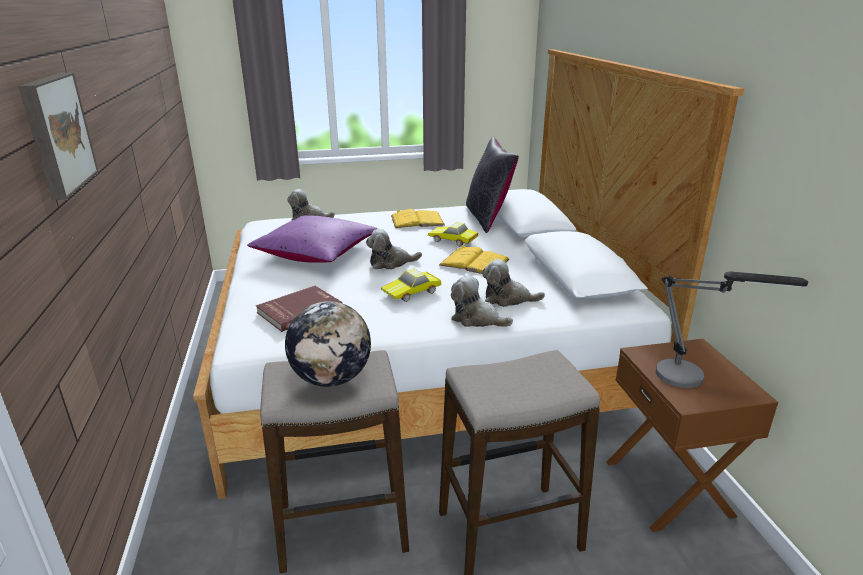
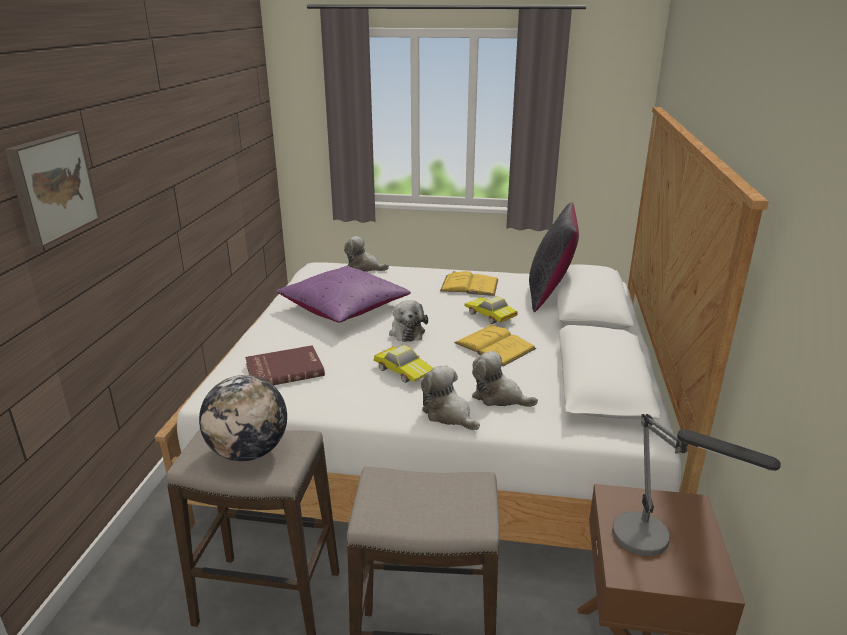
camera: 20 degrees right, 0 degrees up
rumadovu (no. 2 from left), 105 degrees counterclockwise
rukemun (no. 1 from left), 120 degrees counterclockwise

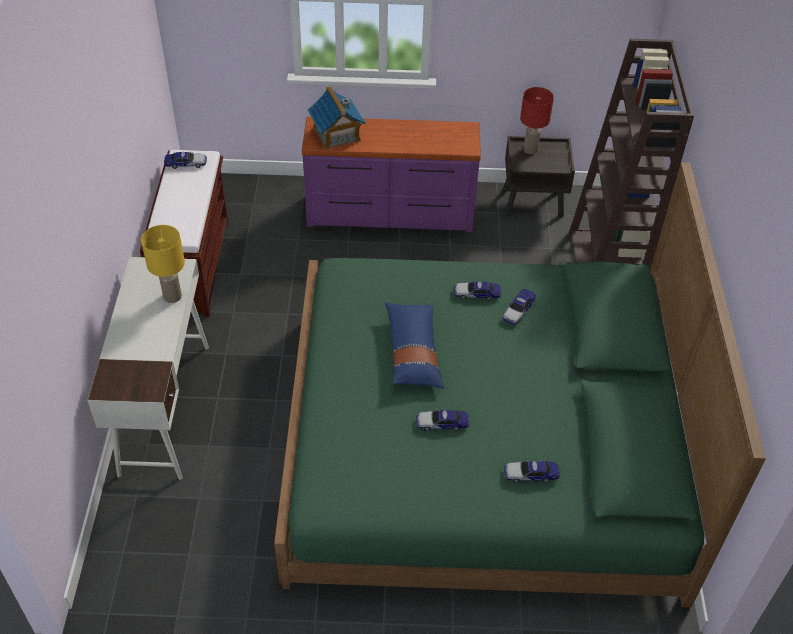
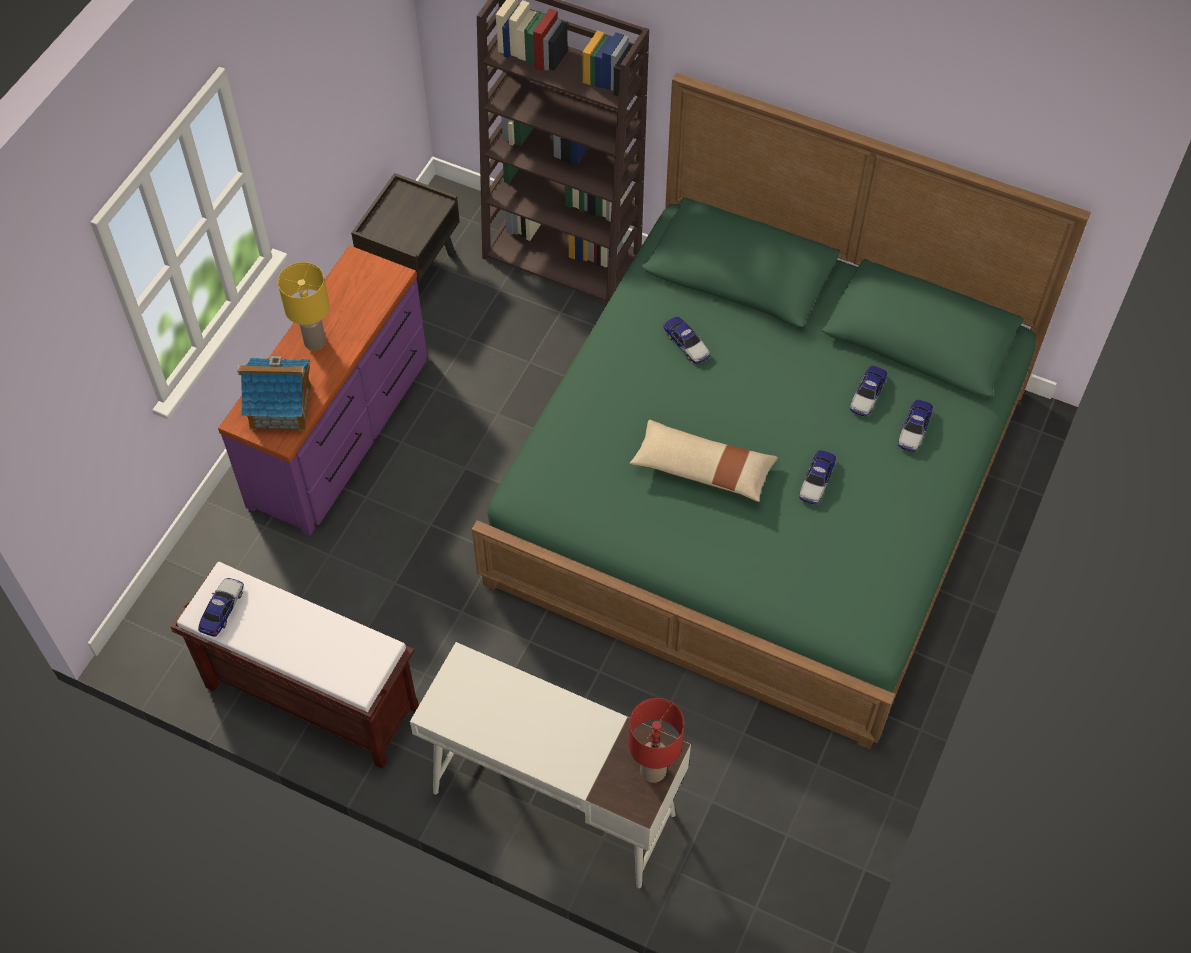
camera: 65 degrees left, 10 degrees up
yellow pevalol, shifted
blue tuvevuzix => beige tuvevuzix
rukemun (no. 3 from left in the first image) => rukemun (no. 4 from left), shifted
red pevalol, shifted

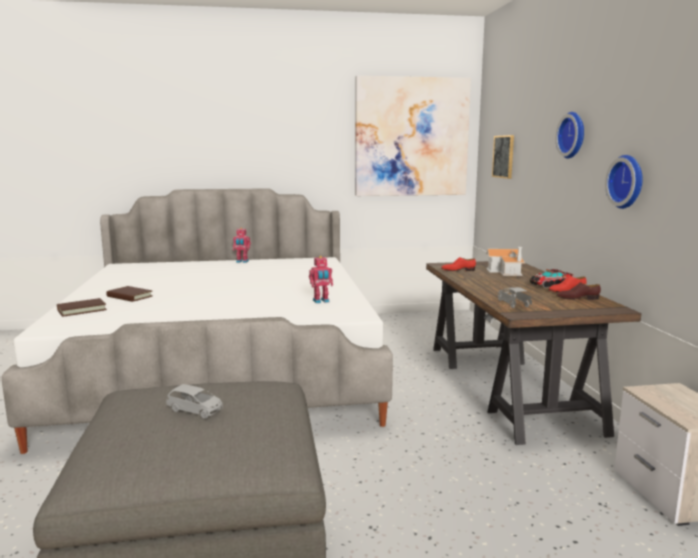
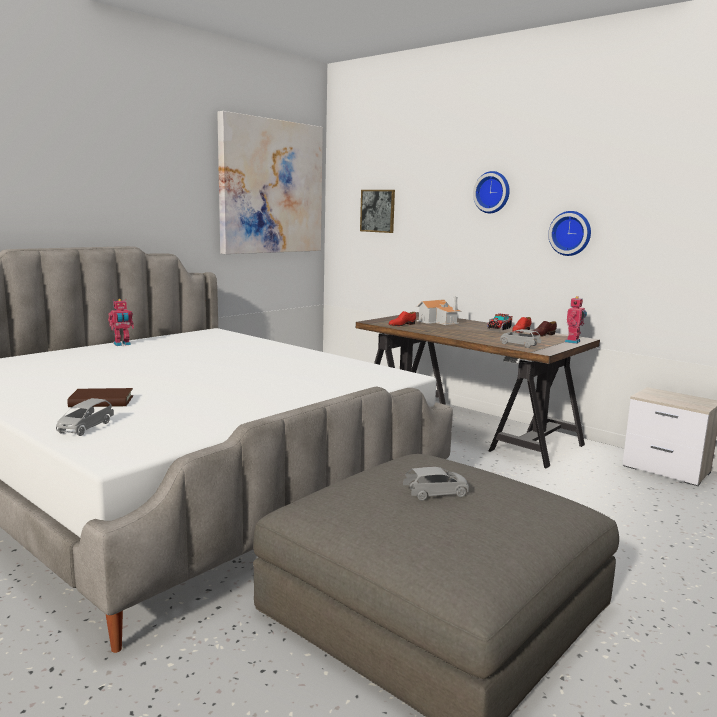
camera: 40 degrees left, 0 degrees up
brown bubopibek (no. 1 from left) => grey rukemun (no. 1 from left)
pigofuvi (no. 2 from left), shifted

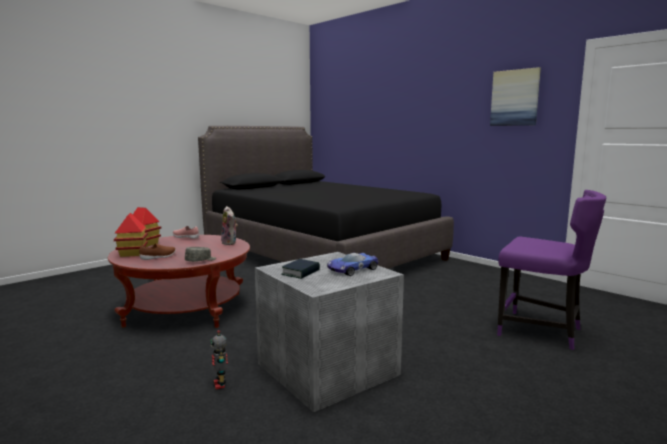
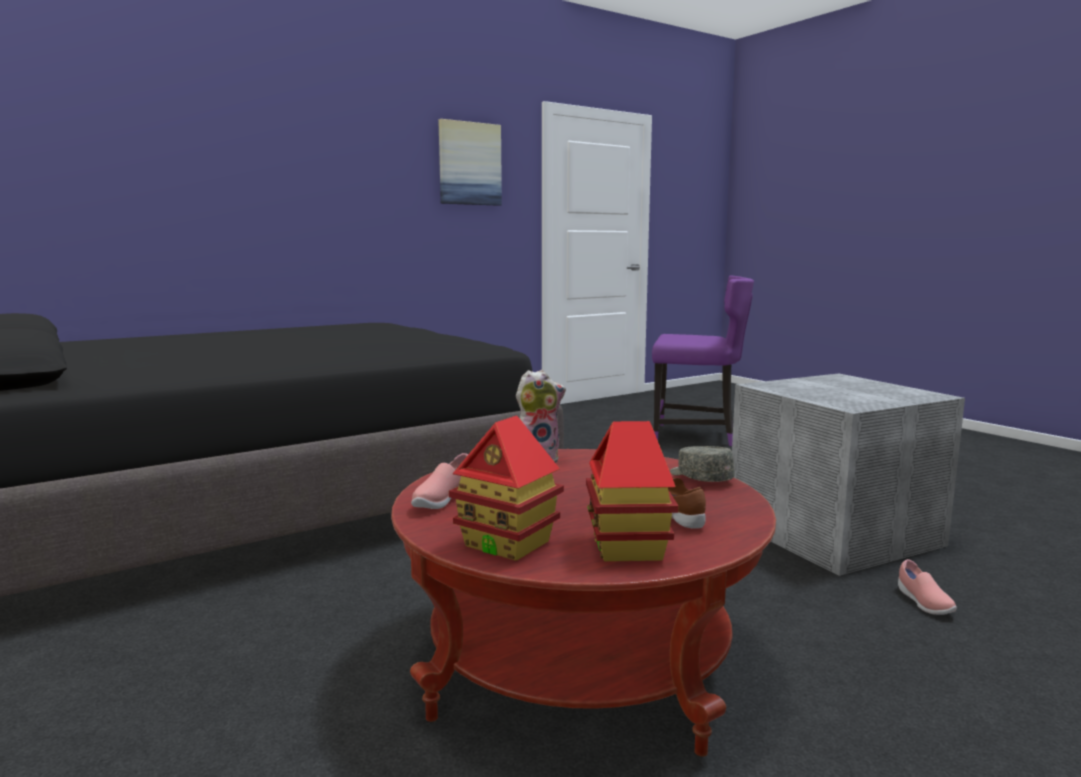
camera: 80 degrees left, 0 degrees up
pigofuvi => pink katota (no. 2 from left)
bubopibek => nothing
rukemun => nothing
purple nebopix, 60 degrees clockwise

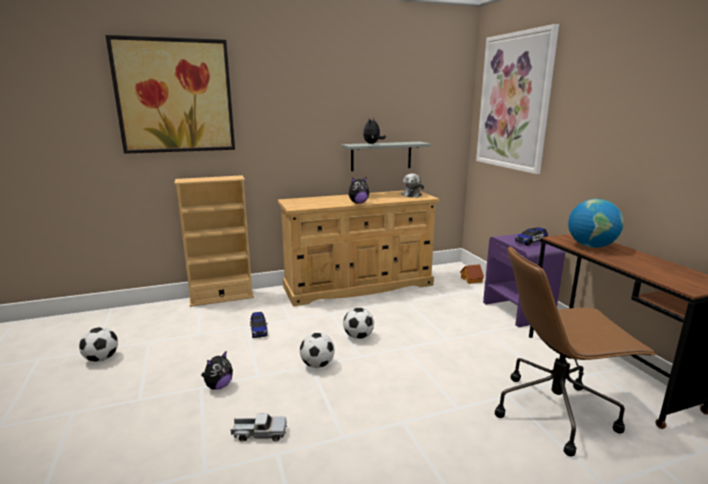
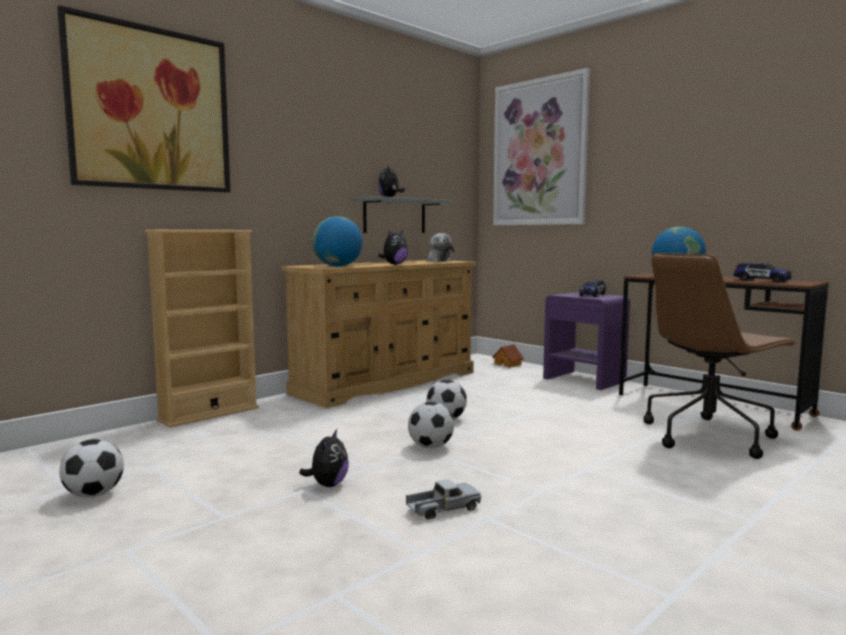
camera: 25 degrees left, 10 degrees down
rukemun (no. 1 from left in the first image) => rukemun (no. 2 from left), shifted
nothing => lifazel (no. 1 from left)

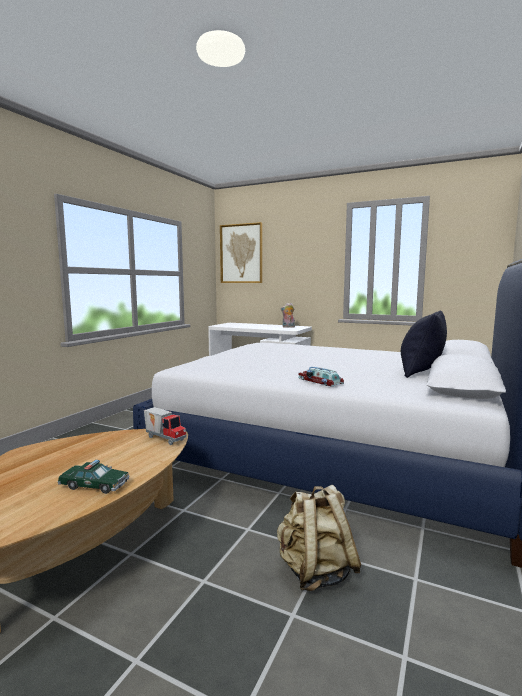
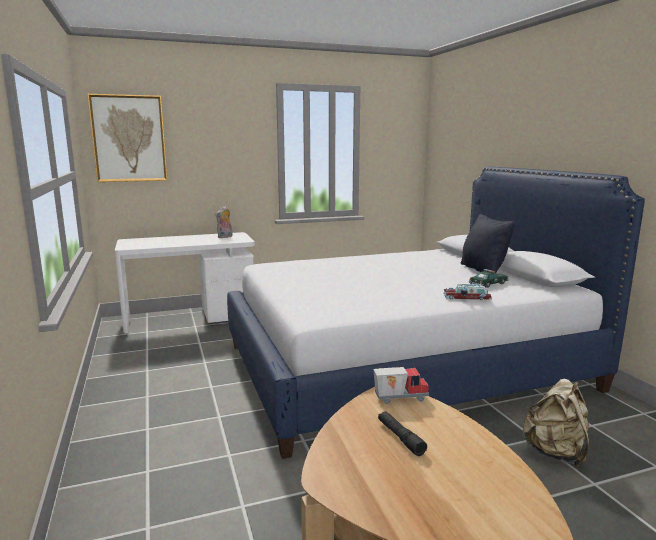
camera: 45 degrees left, 5 degrees up
rukemun (no. 1 from left in the first image) => rukemun (no. 2 from left), shifted
nothing => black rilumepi

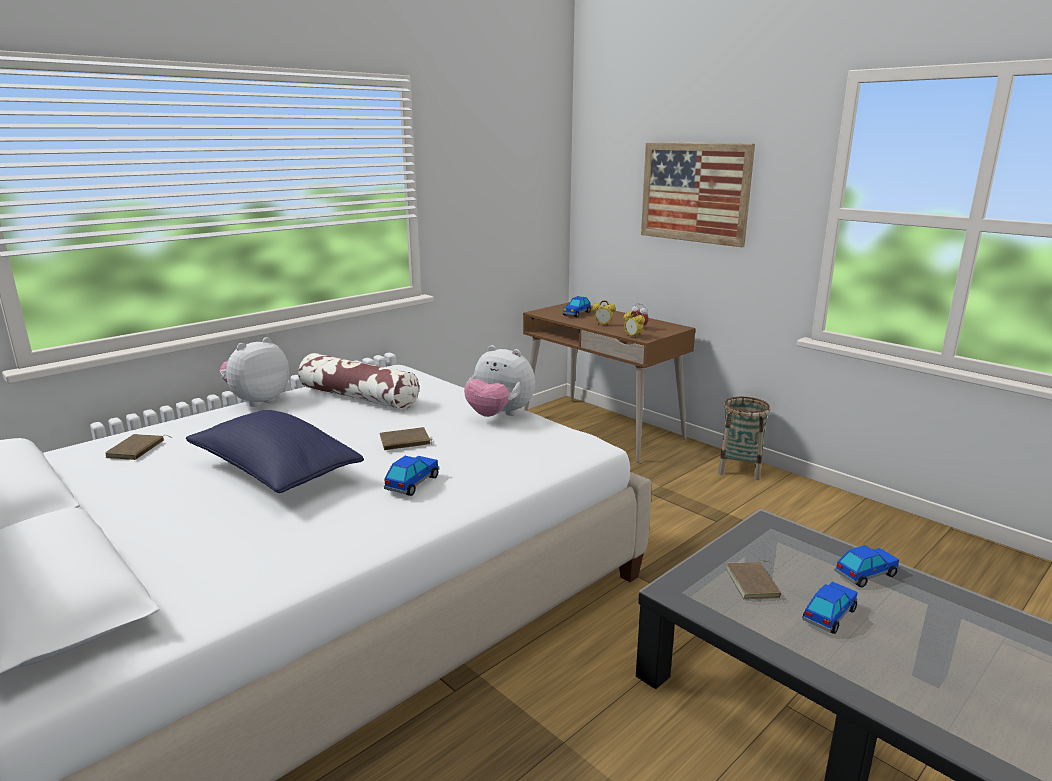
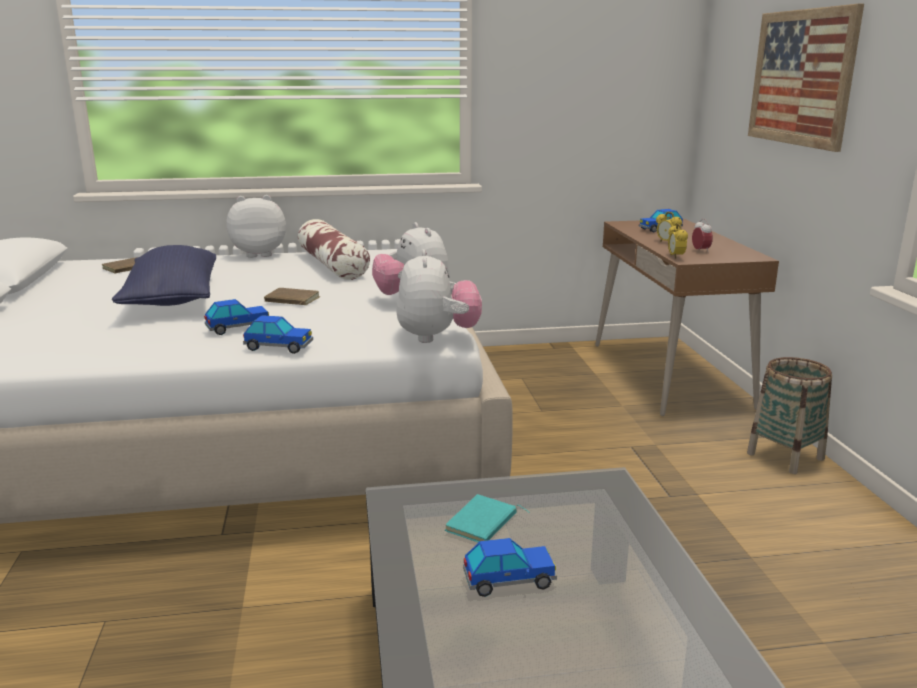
camera: 35 degrees right, 0 degrees up
brown bubopibek (no. 3 from left) => turquoise bubopibek
rukemun (no. 4 from left in the first image) => rukemun (no. 2 from left), shifted
nothing => rumadovu (no. 3 from left)

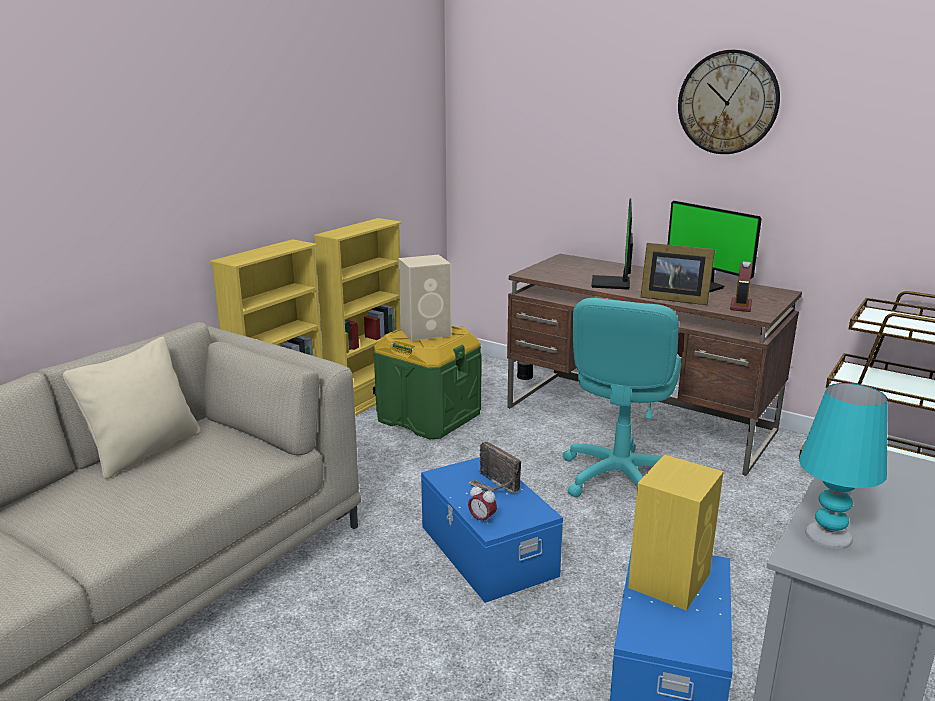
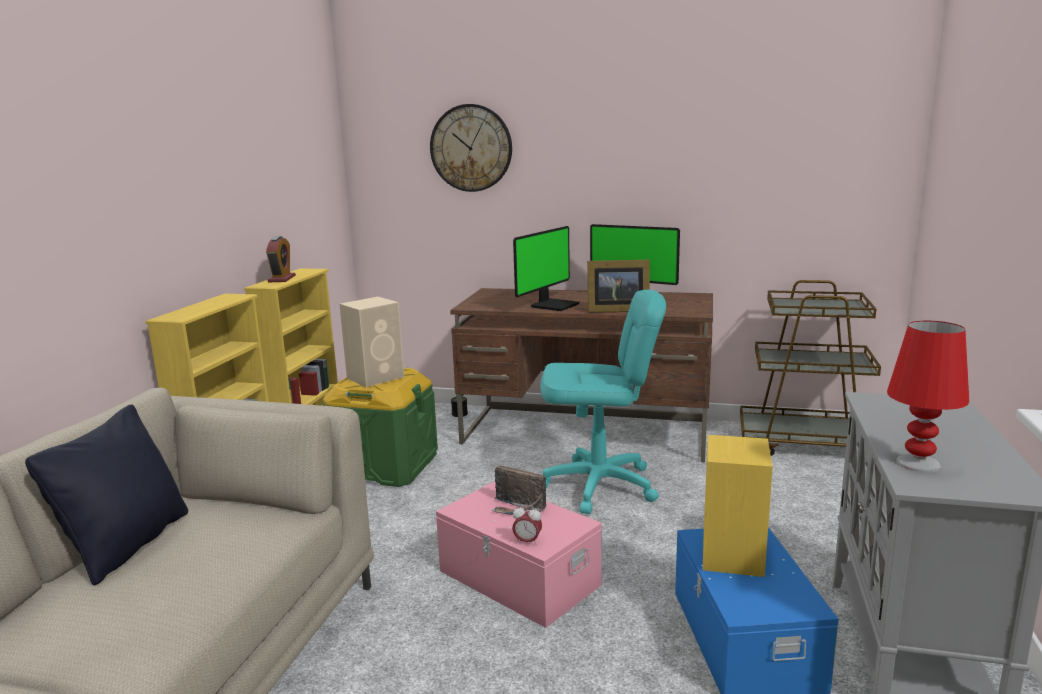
camera: 20 degrees left, 5 degrees down
beige tuvevuzix => black tuvevuzix
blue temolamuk (no. 1 from left) => pink temolamuk
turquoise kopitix, 90 degrees counterclockwise
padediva (no. 1 from left), 135 degrees counterclockwise
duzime, shifted
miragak (no. 2 from left in the first image) => miragak (no. 1 from left), shifted
turquoise pevalol => red pevalol

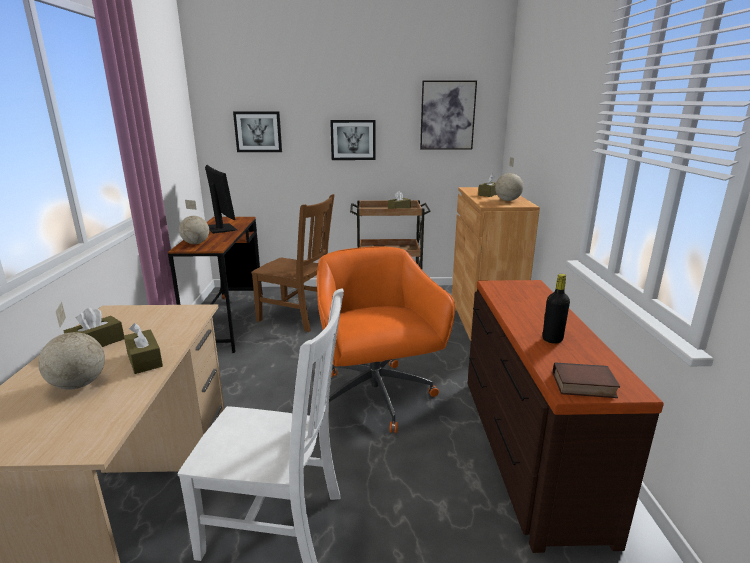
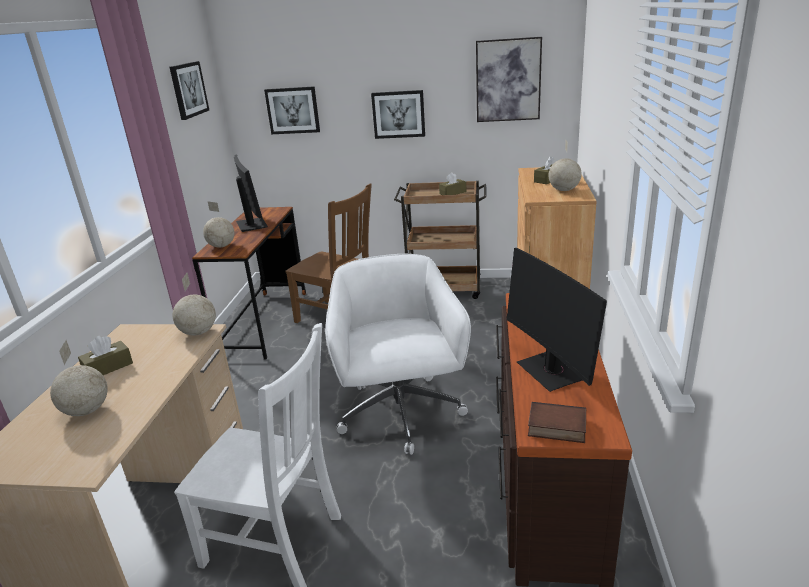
camera: 10 degrees right, 5 degrees up
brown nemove (no. 2 from left) => nothing
orange kopitix => white kopitix
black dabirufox => padediva (no. 2 from left)
nothing => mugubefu (no. 1 from left)
nothing => lifazel (no. 2 from left)

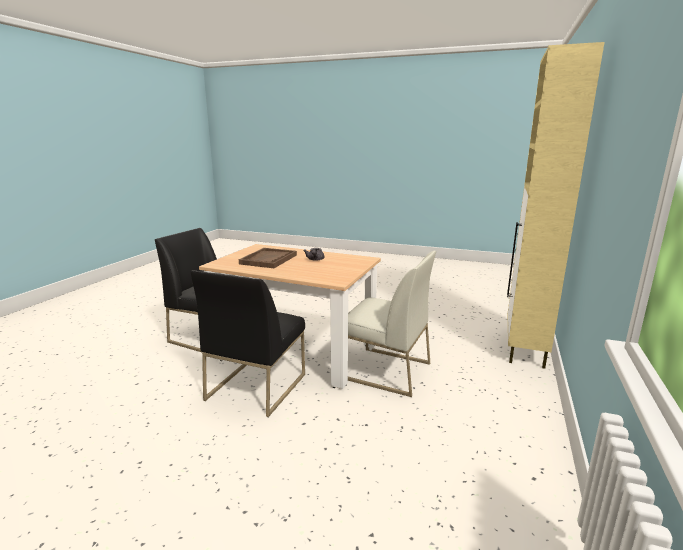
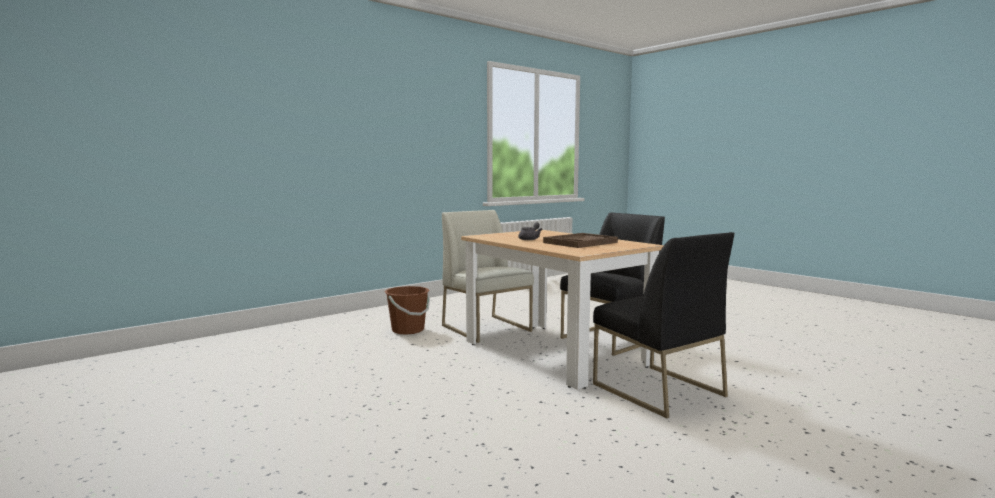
camera: 150 degrees left, 10 degrees down
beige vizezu => nothing
nothing => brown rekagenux

